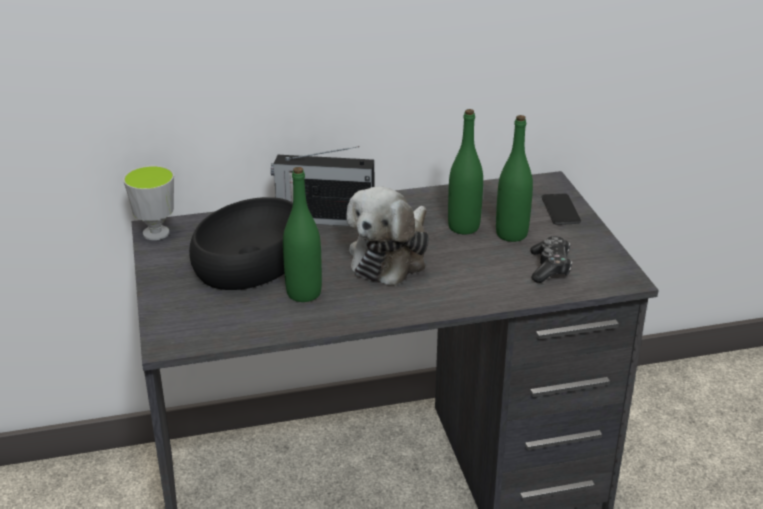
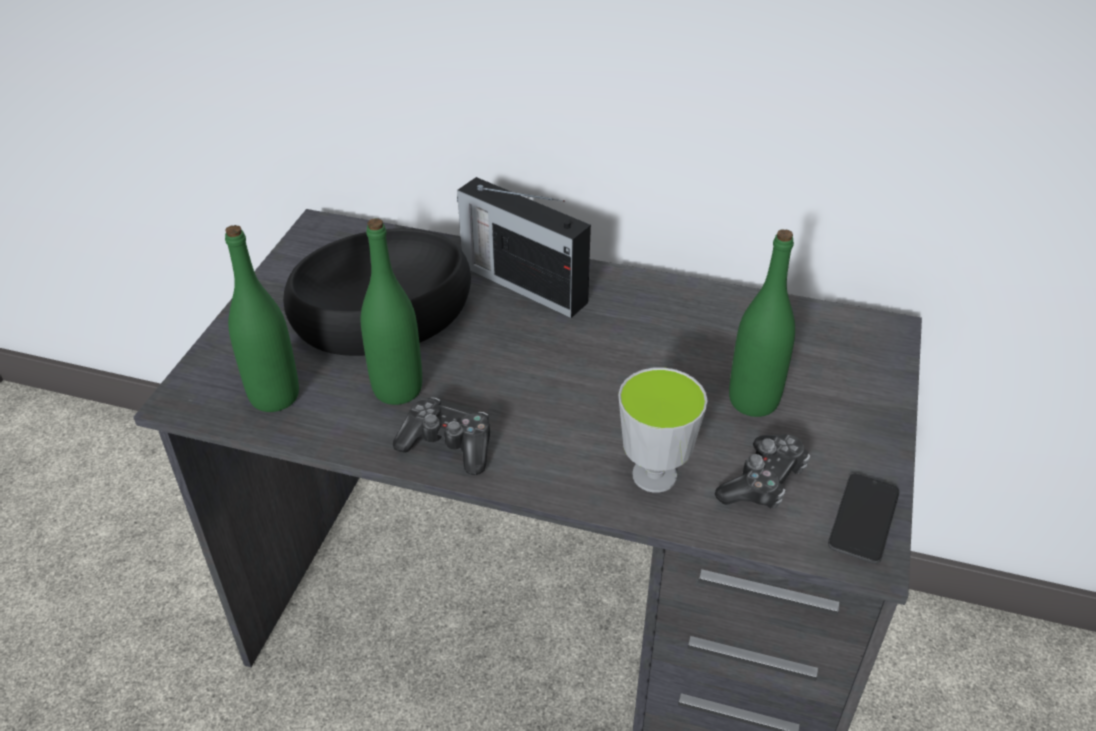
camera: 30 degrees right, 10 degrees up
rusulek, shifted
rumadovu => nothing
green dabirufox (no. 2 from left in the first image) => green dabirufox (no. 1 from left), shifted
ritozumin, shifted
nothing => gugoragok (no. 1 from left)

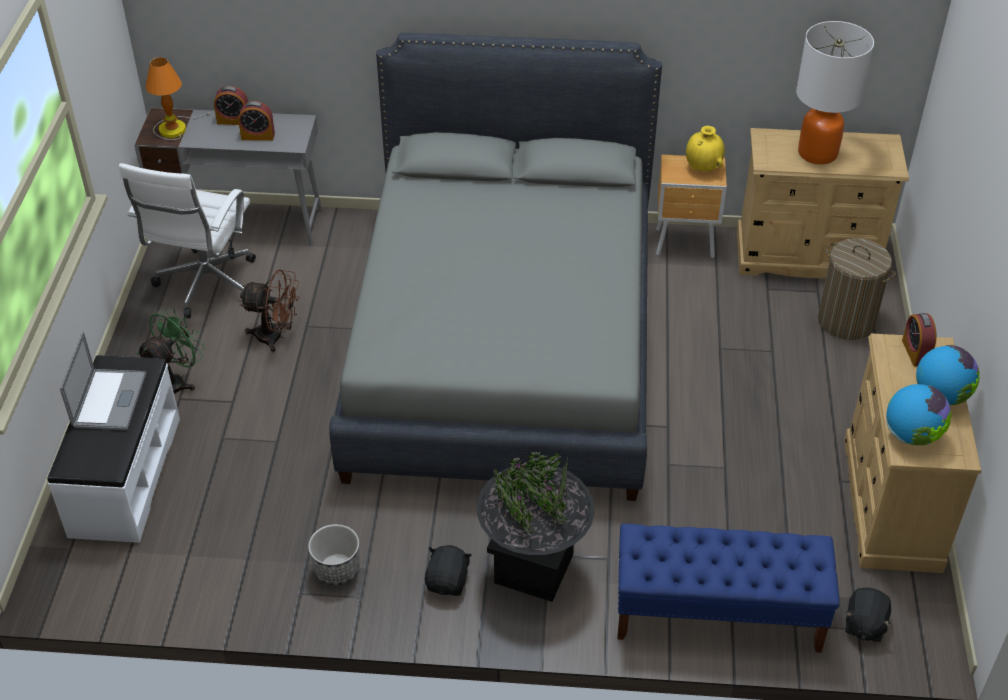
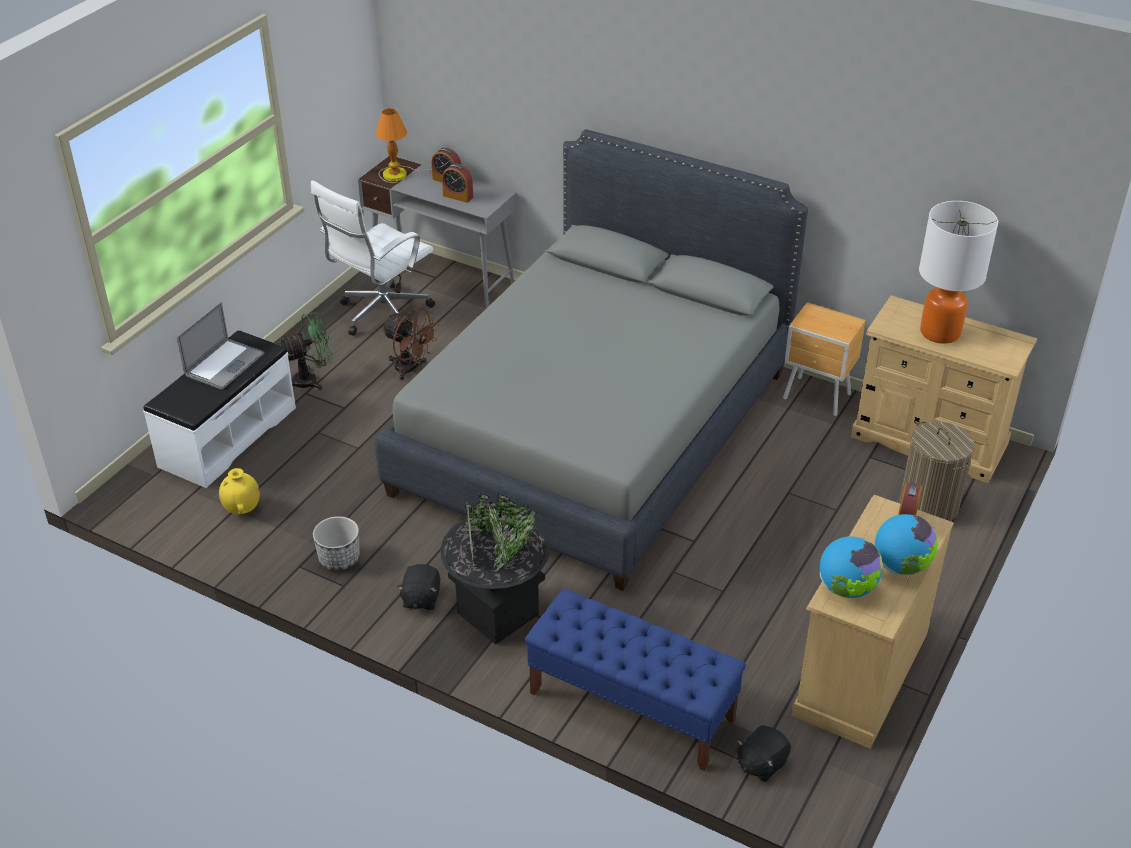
camera: 25 degrees right, 5 degrees down
black rumadovu (no. 1 from left), 150 degrees clockwise
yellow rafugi, shifted

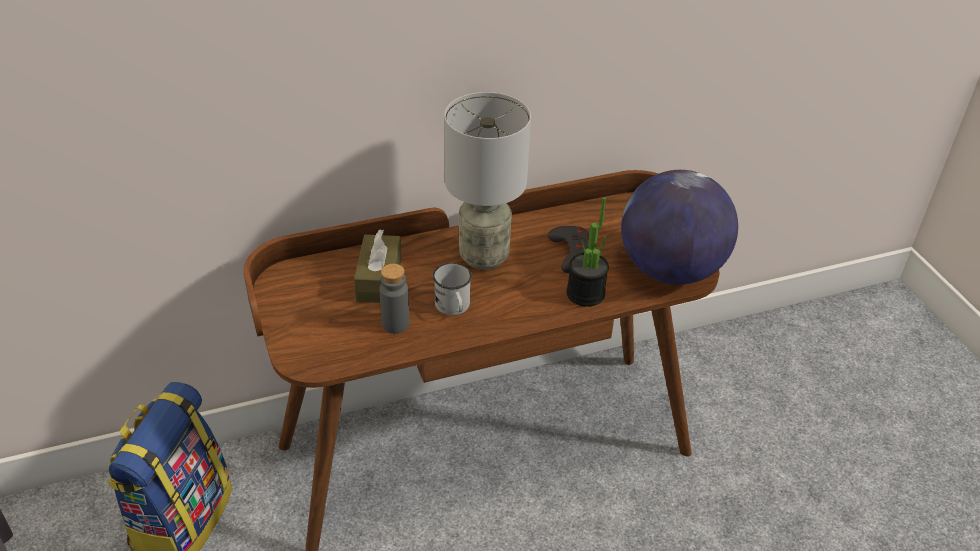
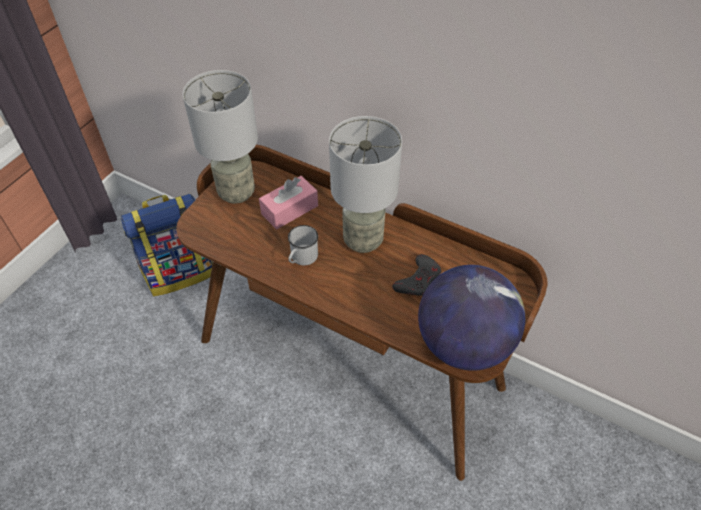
camera: 50 degrees right, 10 degrees up
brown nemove => pink nemove
grey dabirufox => nothing
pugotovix => nothing
nothing => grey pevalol (no. 1 from left)

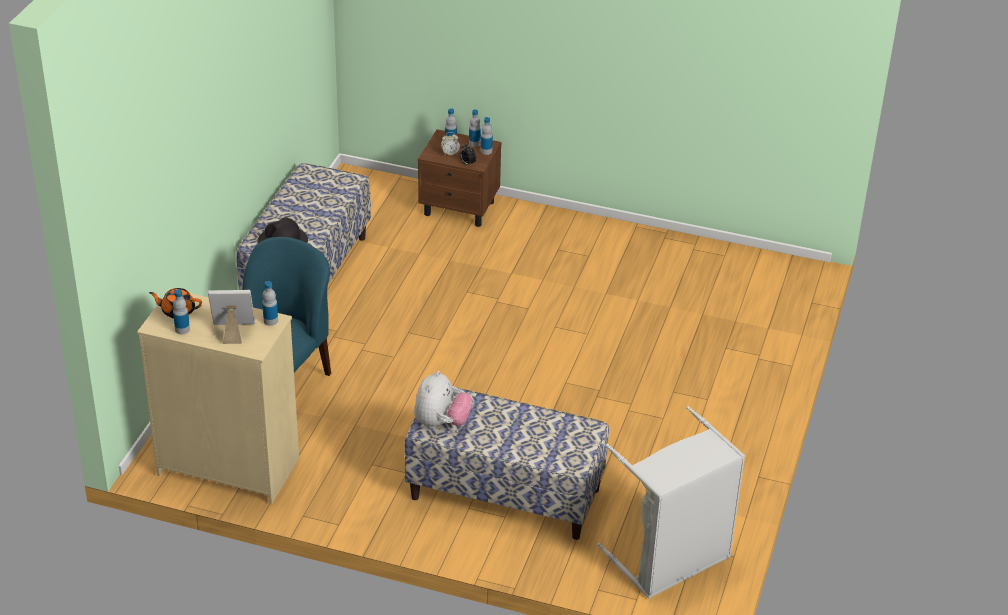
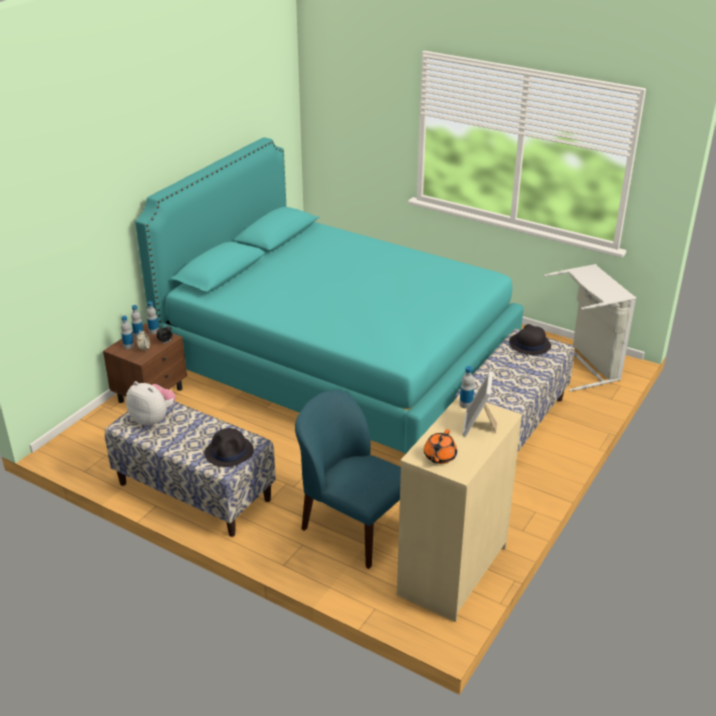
camera: 75 degrees left, 5 degrees down
dabirufox (no. 1 from left) => nothing
rumadovu, shifted
nothing => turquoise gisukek
nothing => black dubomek (no. 2 from left)

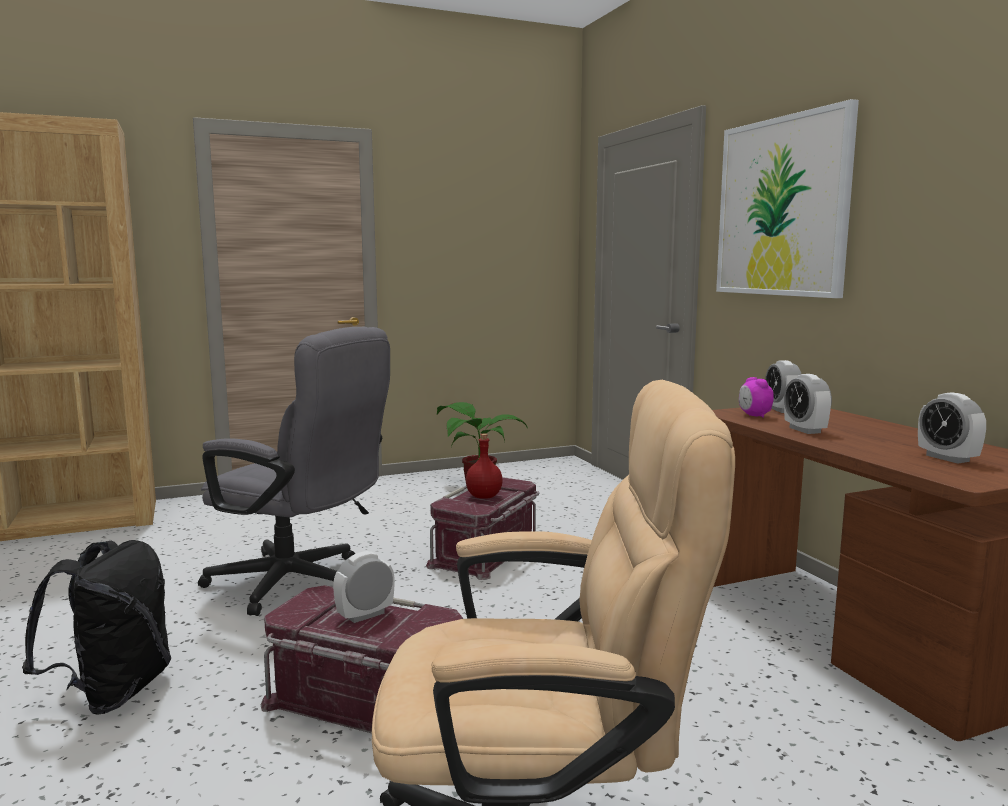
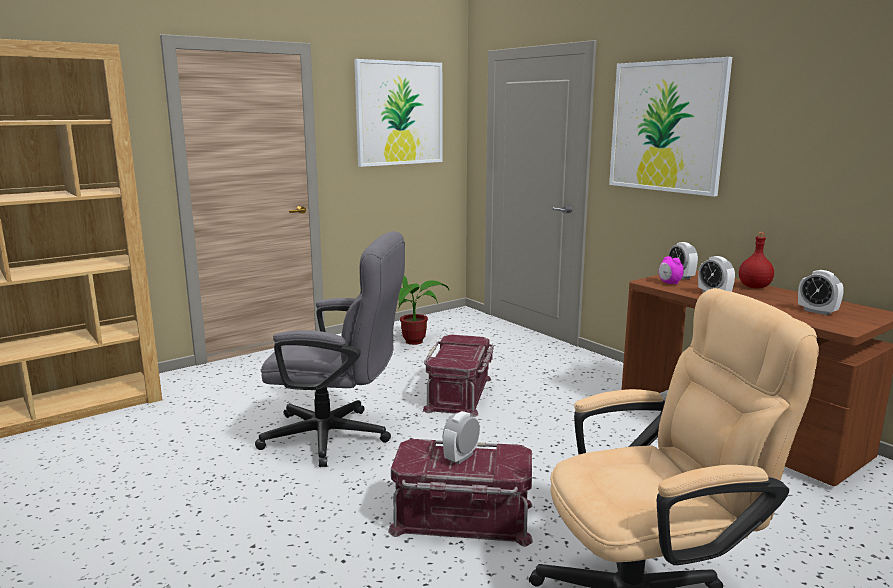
camera: 15 degrees left, 5 degrees up
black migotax => nothing
red dabirufox, shifted
nothing => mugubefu (no. 1 from left)

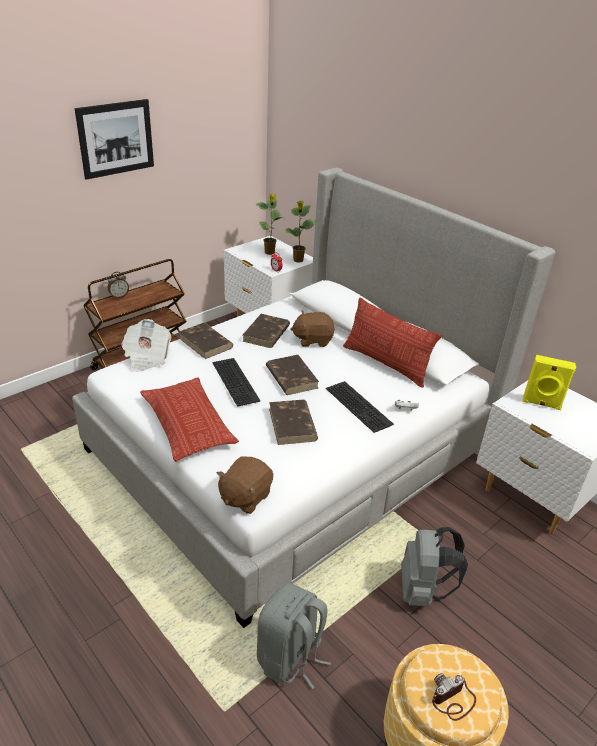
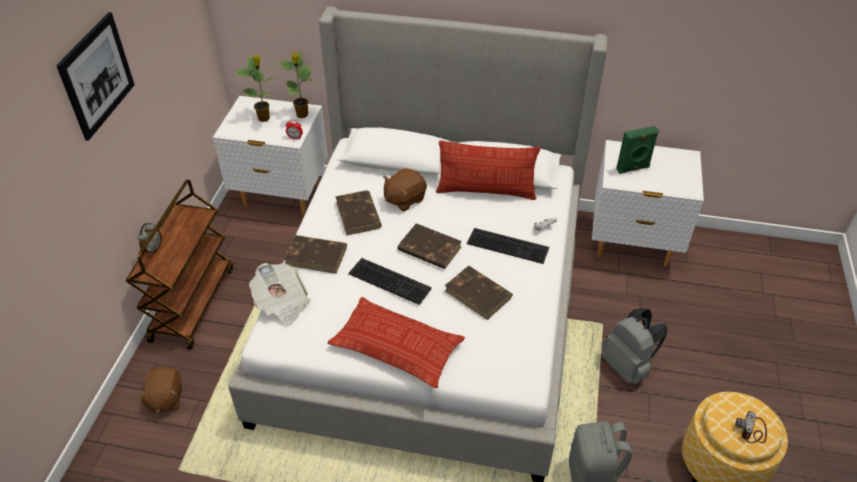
camera: 35 degrees left, 10 degrees up
brown rumadovu (no. 1 from left), shifted
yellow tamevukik => green tamevukik

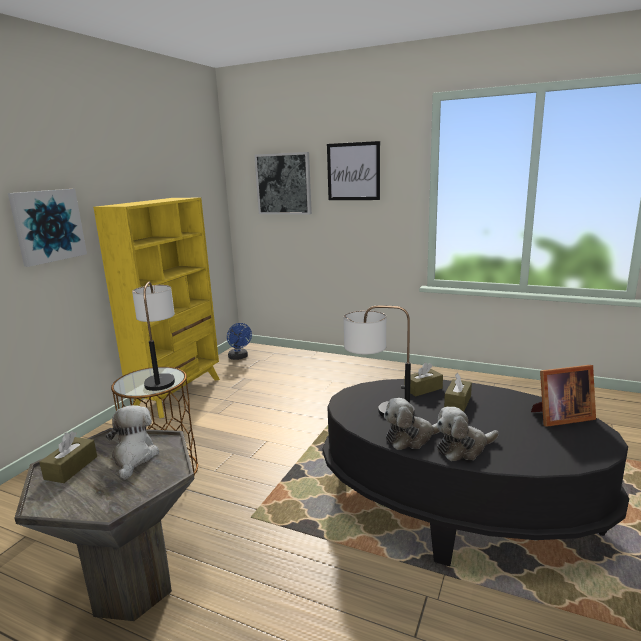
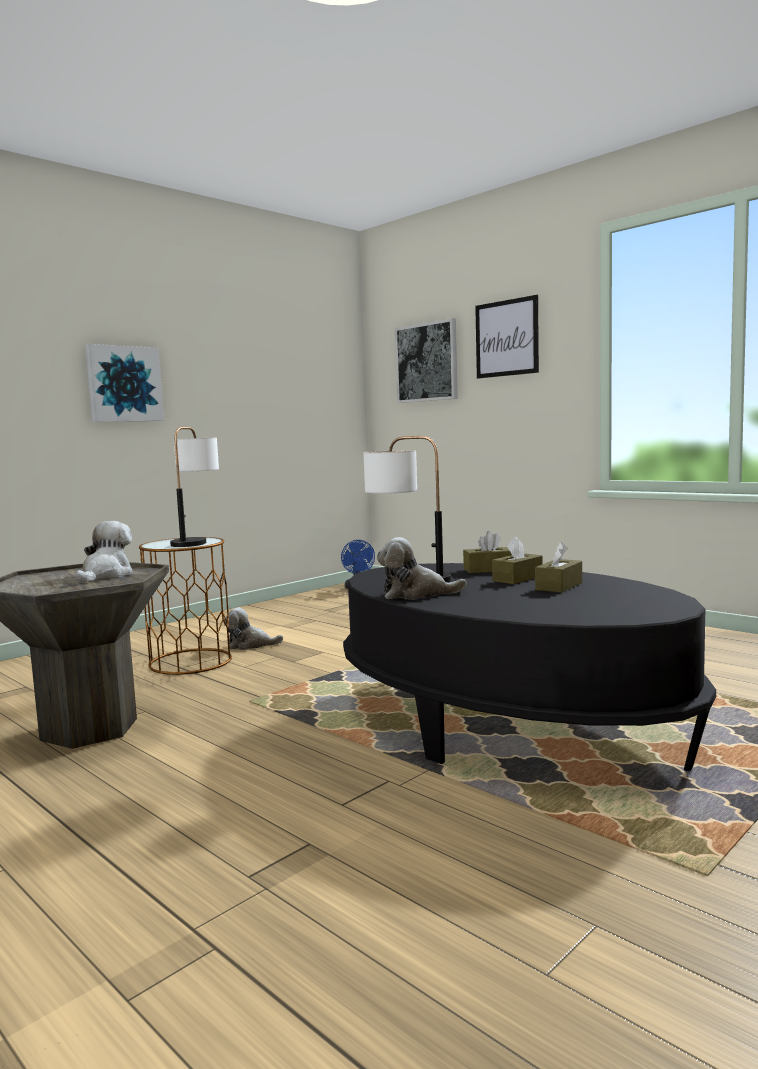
camera: 20 degrees right, 10 degrees down
brown nemove (no. 1 from left in the first image) => brown nemove (no. 3 from left), shifted
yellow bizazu => nothing
rumadovu (no. 3 from left in the first image) => rumadovu (no. 2 from left), shifted
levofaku => nothing

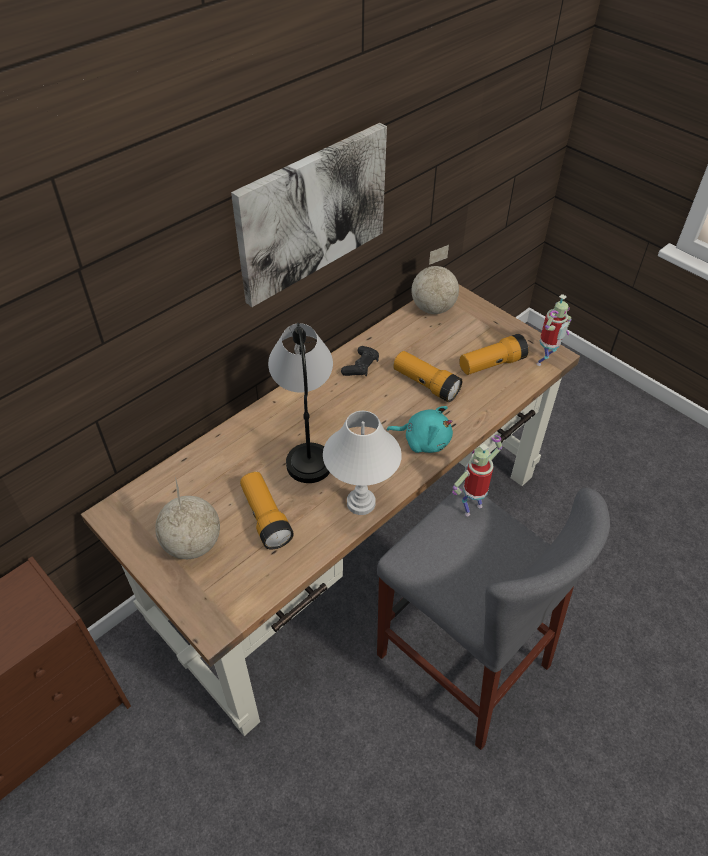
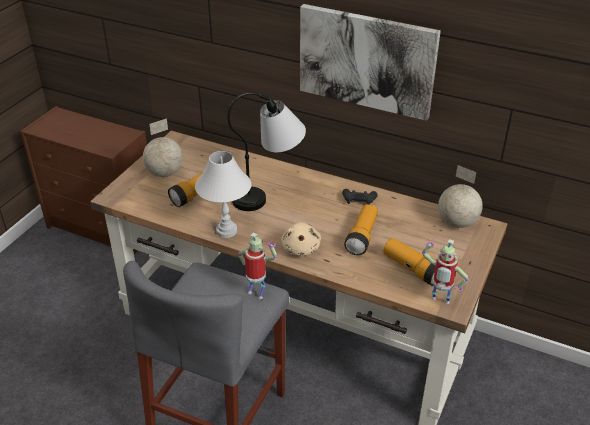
camera: 70 degrees right, 10 degrees down
turquoise rumadovu => beige rumadovu

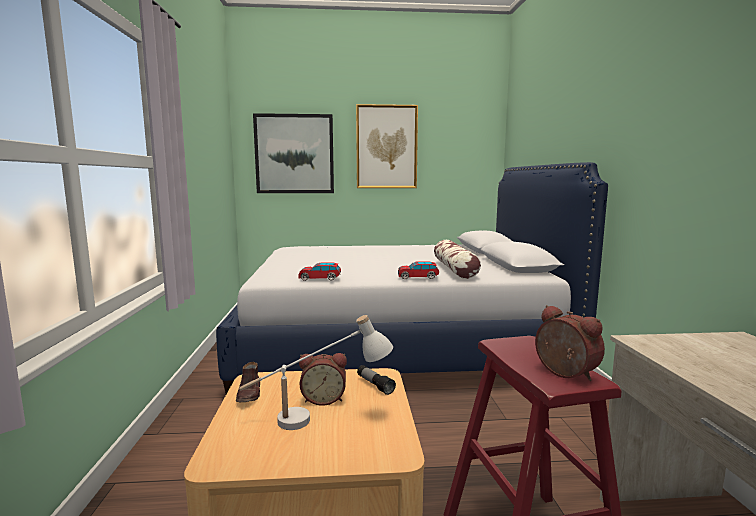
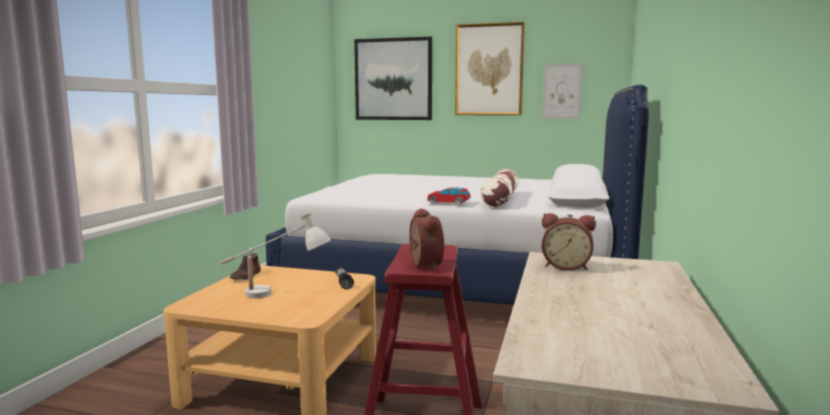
camera: 20 degrees right, 0 degrees up
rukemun (no. 1 from left) => nothing
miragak (no. 1 from left in the first image) => miragak (no. 2 from left), shifted
nothing => mugubefu (no. 3 from left)

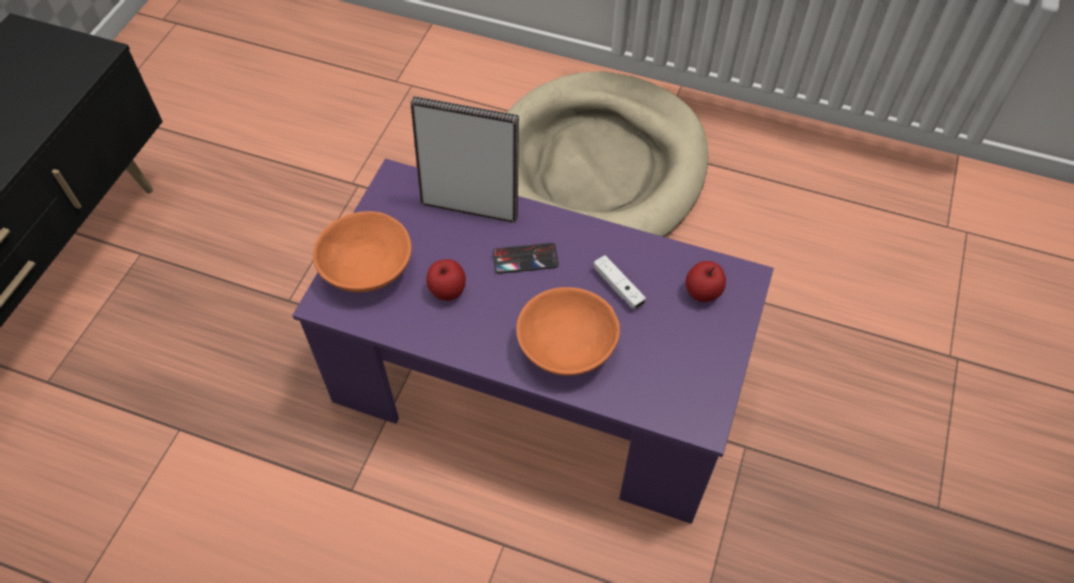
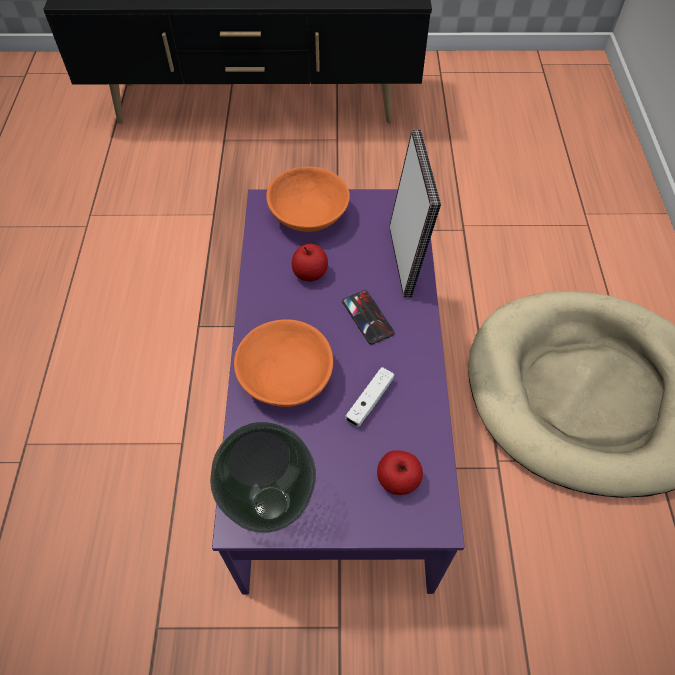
camera: 70 degrees right, 0 degrees up
nothing => rafugi

